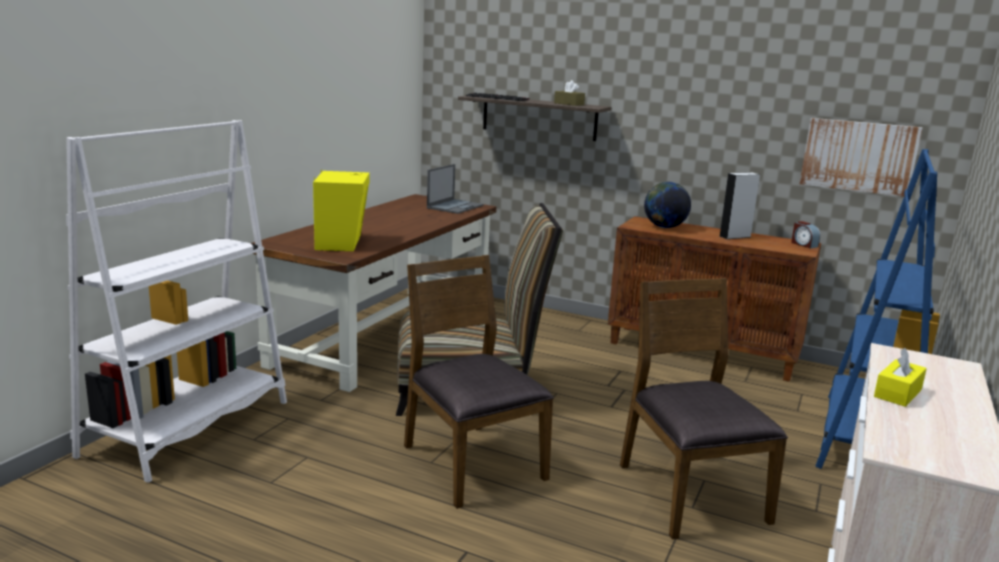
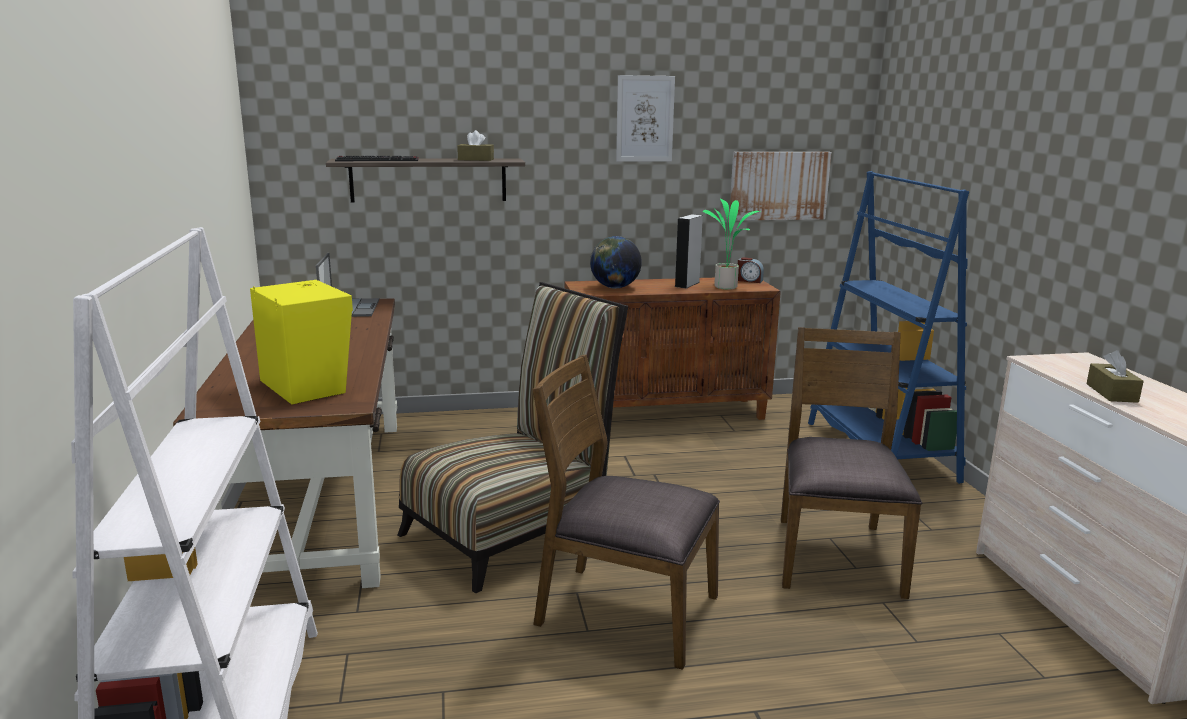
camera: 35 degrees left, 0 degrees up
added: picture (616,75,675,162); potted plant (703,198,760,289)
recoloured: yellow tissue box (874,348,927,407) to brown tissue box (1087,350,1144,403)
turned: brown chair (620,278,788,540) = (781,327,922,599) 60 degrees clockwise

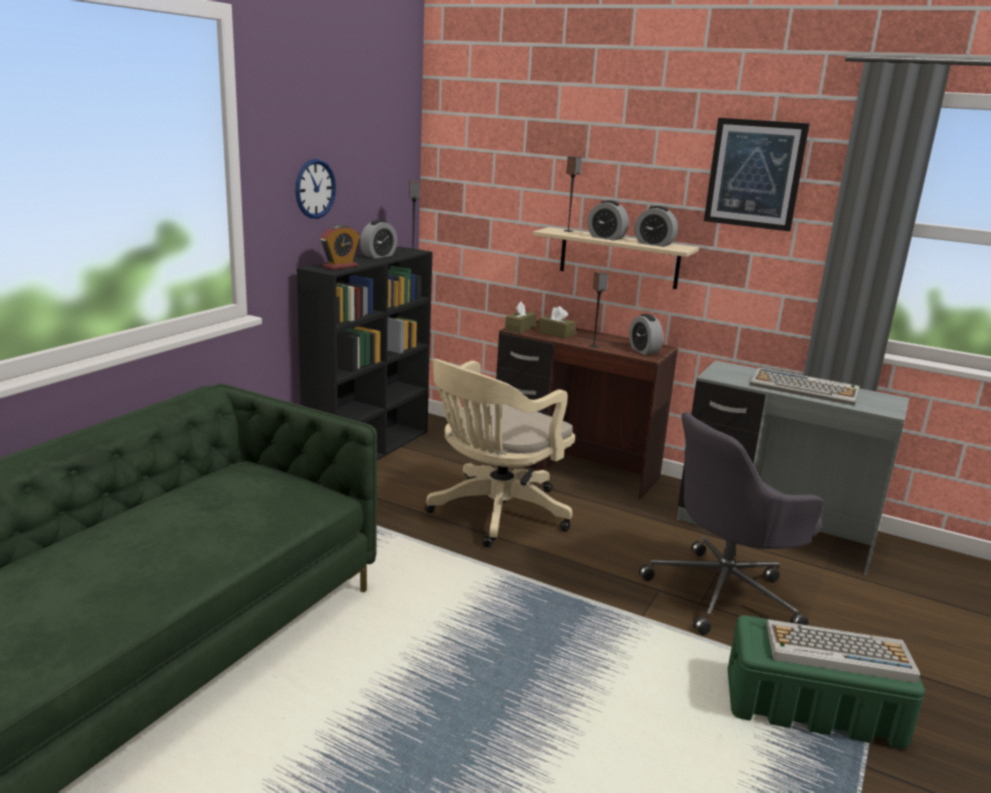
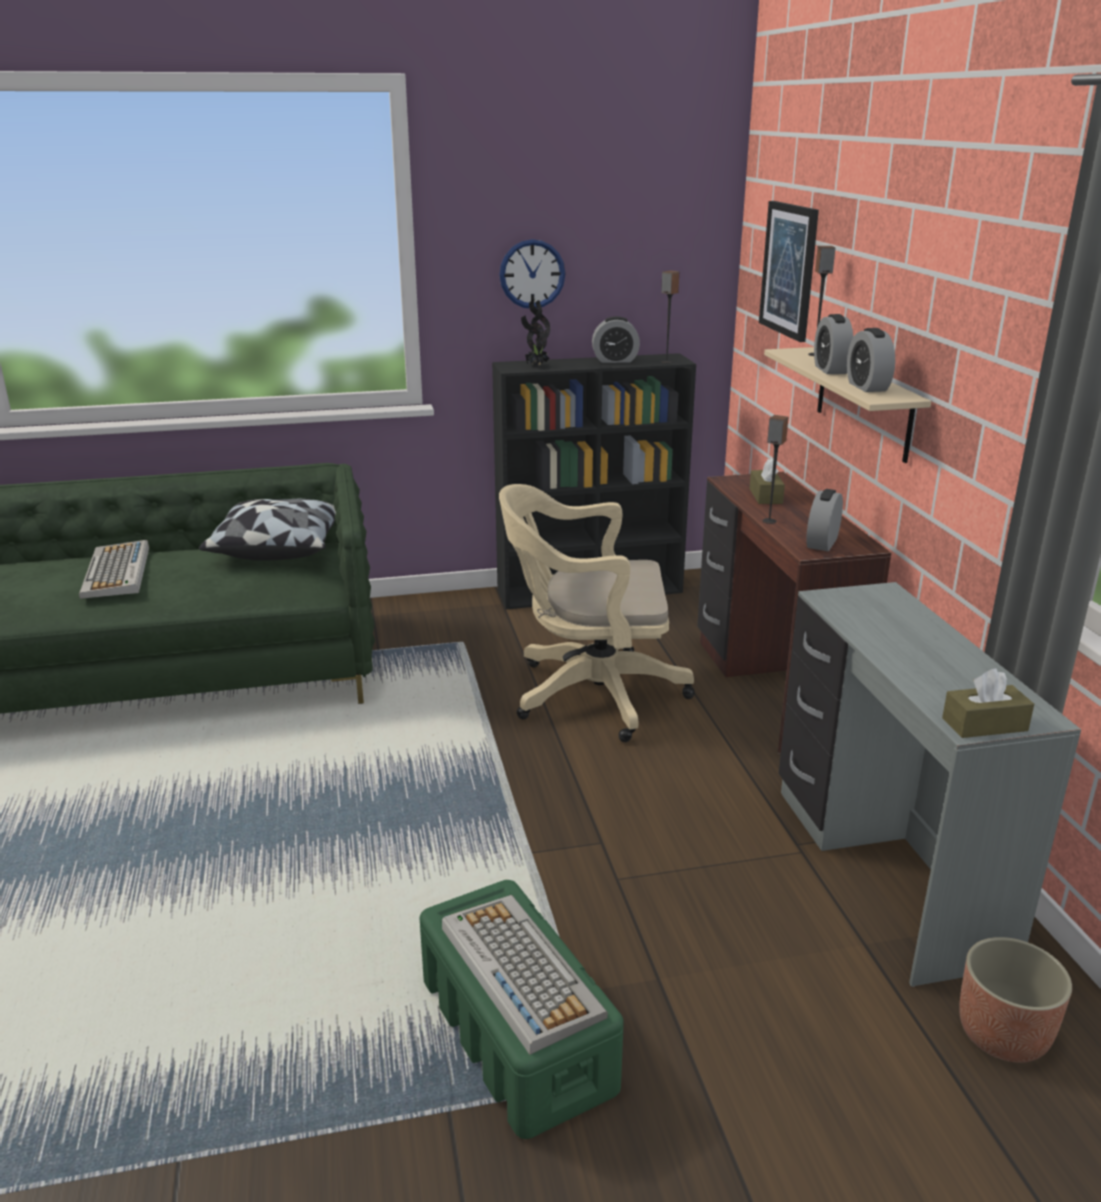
camera: 50 degrees right, 5 degrees up
removed: grey office chair (639,412,824,635)
added: pillow (199,499,336,561); planter (959,937,1072,1063)
moved: keyboard (750,367,860,406) to (79,540,149,599); picture (704,118,810,231) to (759,201,819,342); brown tissue box (505,301,536,333) to (942,668,1034,738)
replaced: alarm clock (320,224,360,270) to potted plant (521,299,550,366)

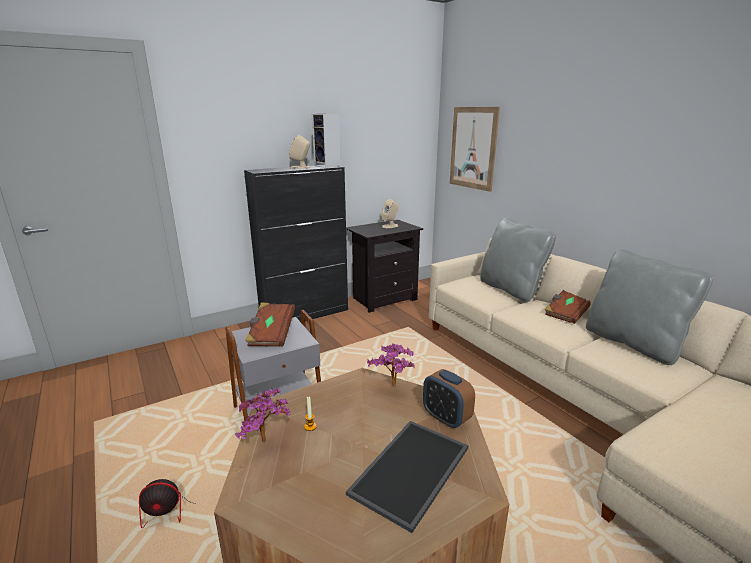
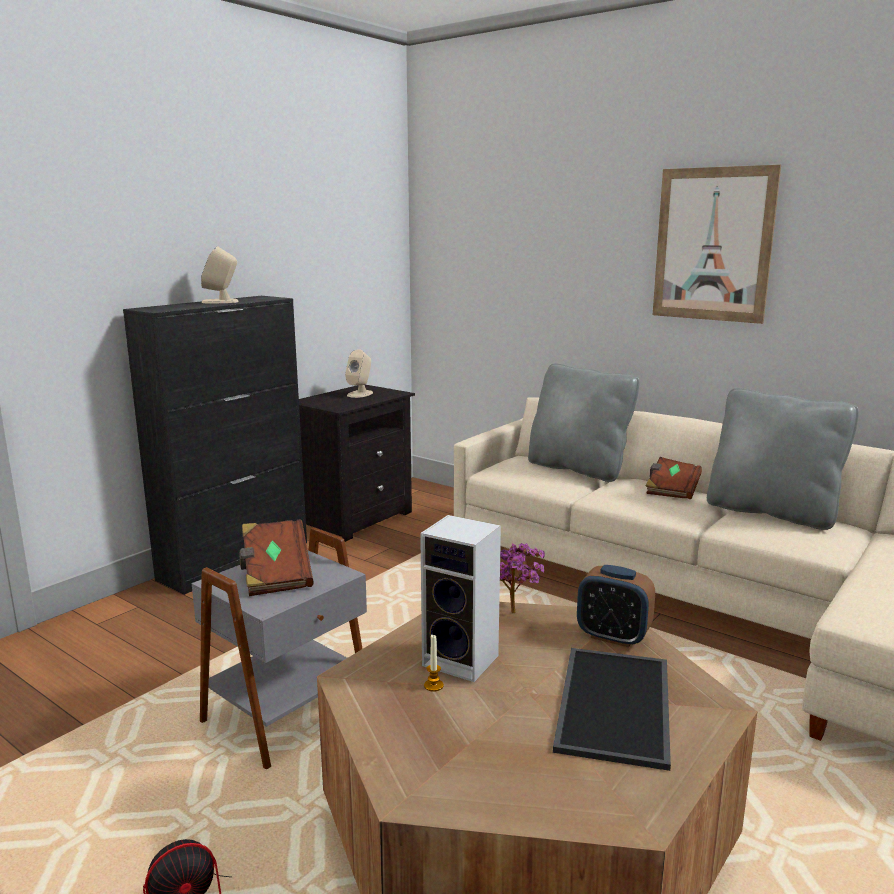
camera: 20 degrees left, 5 degrees down
removed: potted plant (235,388,290,443)
moved: speaker (312,114,341,168) to (420,515,501,682); picture (450,107,500,192) to (653,165,781,324)

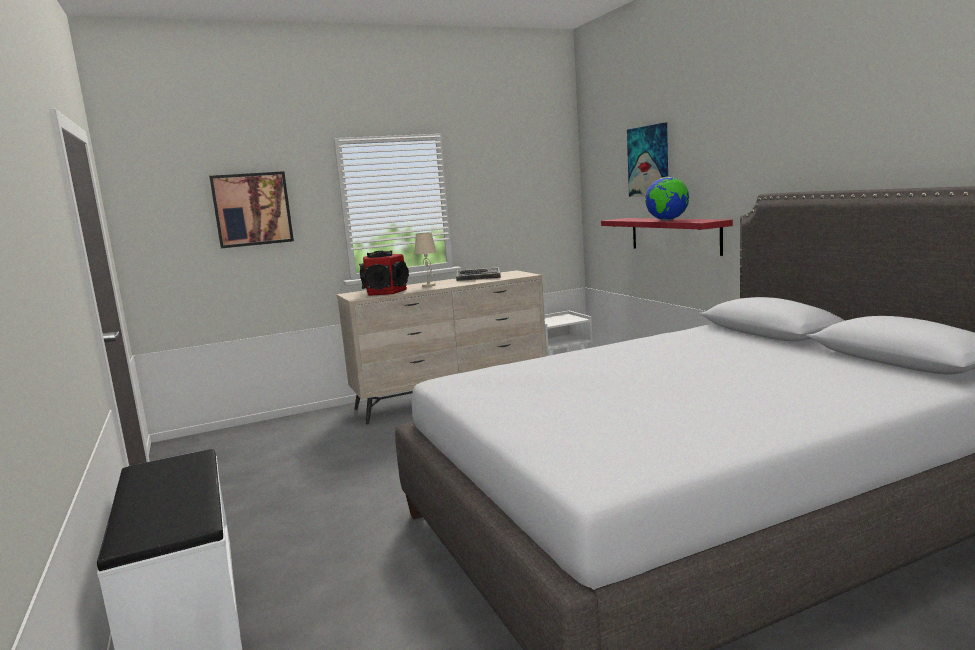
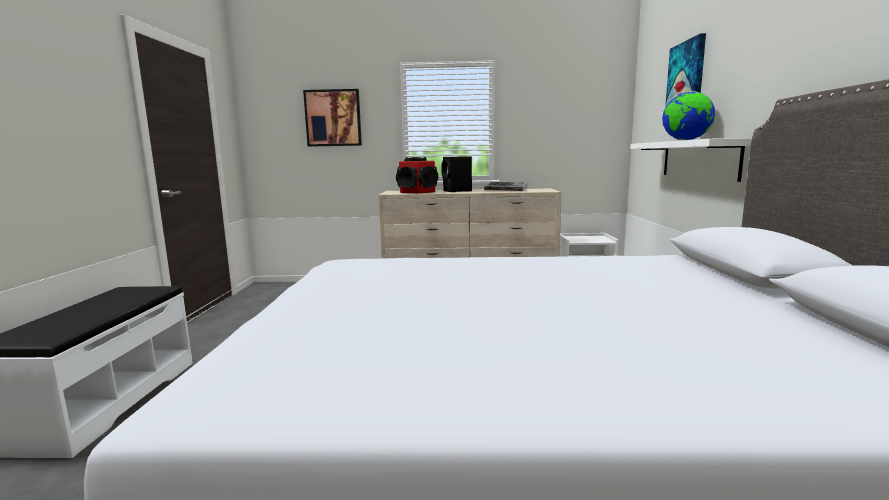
camera: 25 degrees right, 0 degrees up
replaced: beige table lamp (414,232,437,287) to black speaker (441,156,472,192)
recoloured: red shelf (601,218,733,256) to white shelf (630,138,752,182)

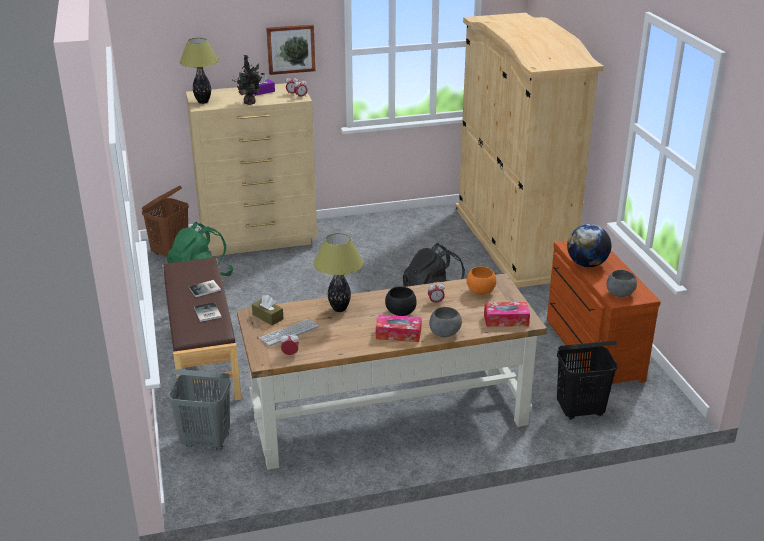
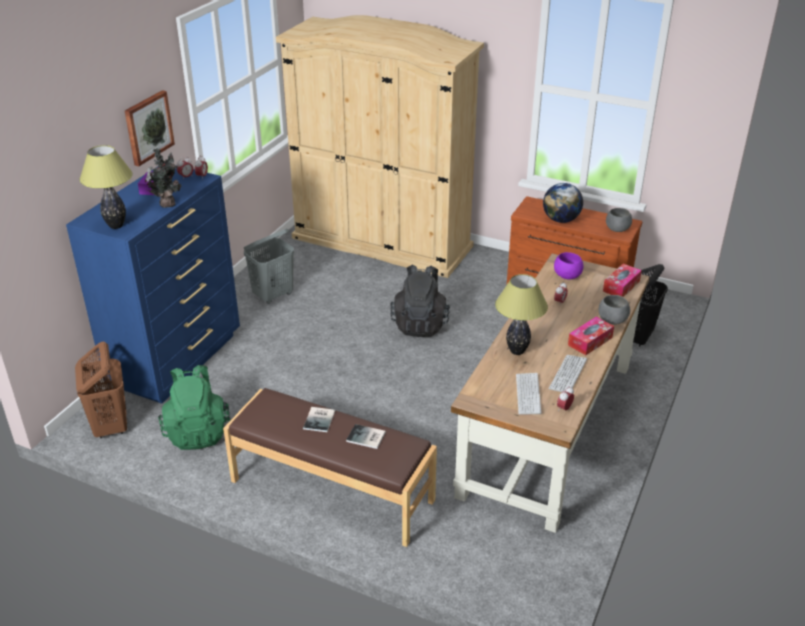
camera: 50 degrees left, 5 degrees up
removed: brown tissue box (252,295,284,325); black bowl (385,287,417,316)
added: keyboard (549,355,587,392)
moved: grey laundry basket (168,369,231,450) to (244,229,294,304)
recoloured: beige dresser (186,82,317,256) to blue dresser (66,165,240,404); orange bowl (467,266,496,295) to purple bowl (554,252,584,280)

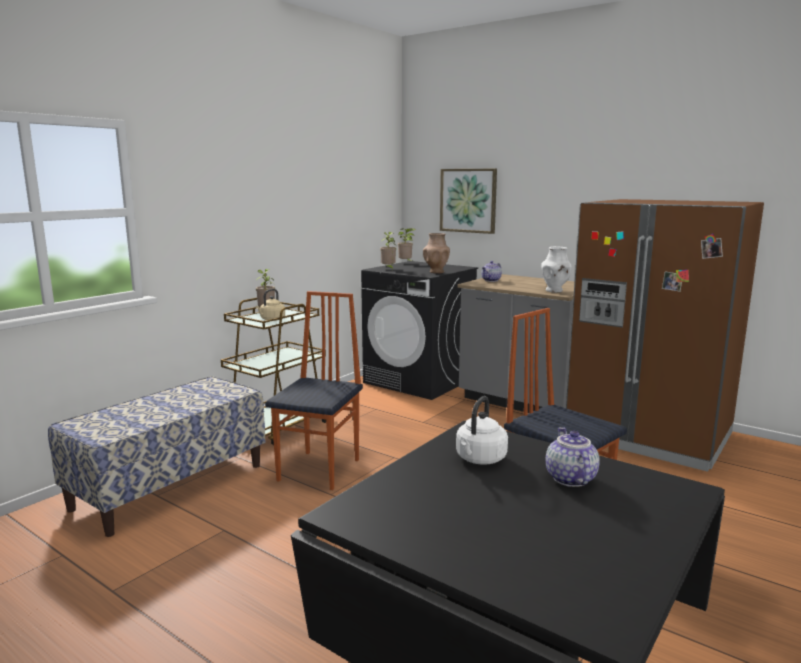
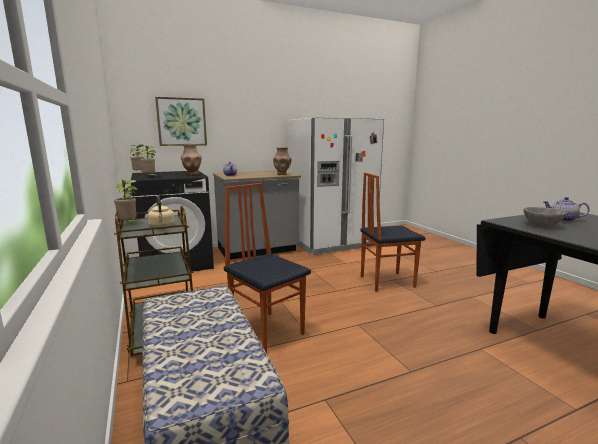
camera: 60 degrees left, 0 degrees up
replaced: white kettle (456,396,508,464) to grey bowl (524,207,566,226)
recoloured: white vase (541,246,572,292) to brown vase (273,147,291,175); brown fridge (566,199,764,472) to white fridge (287,118,384,255)

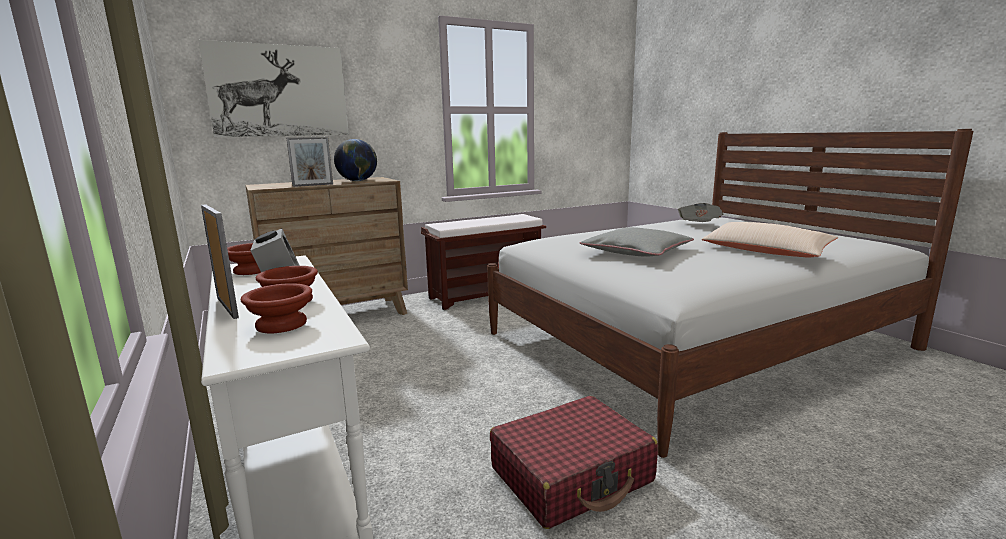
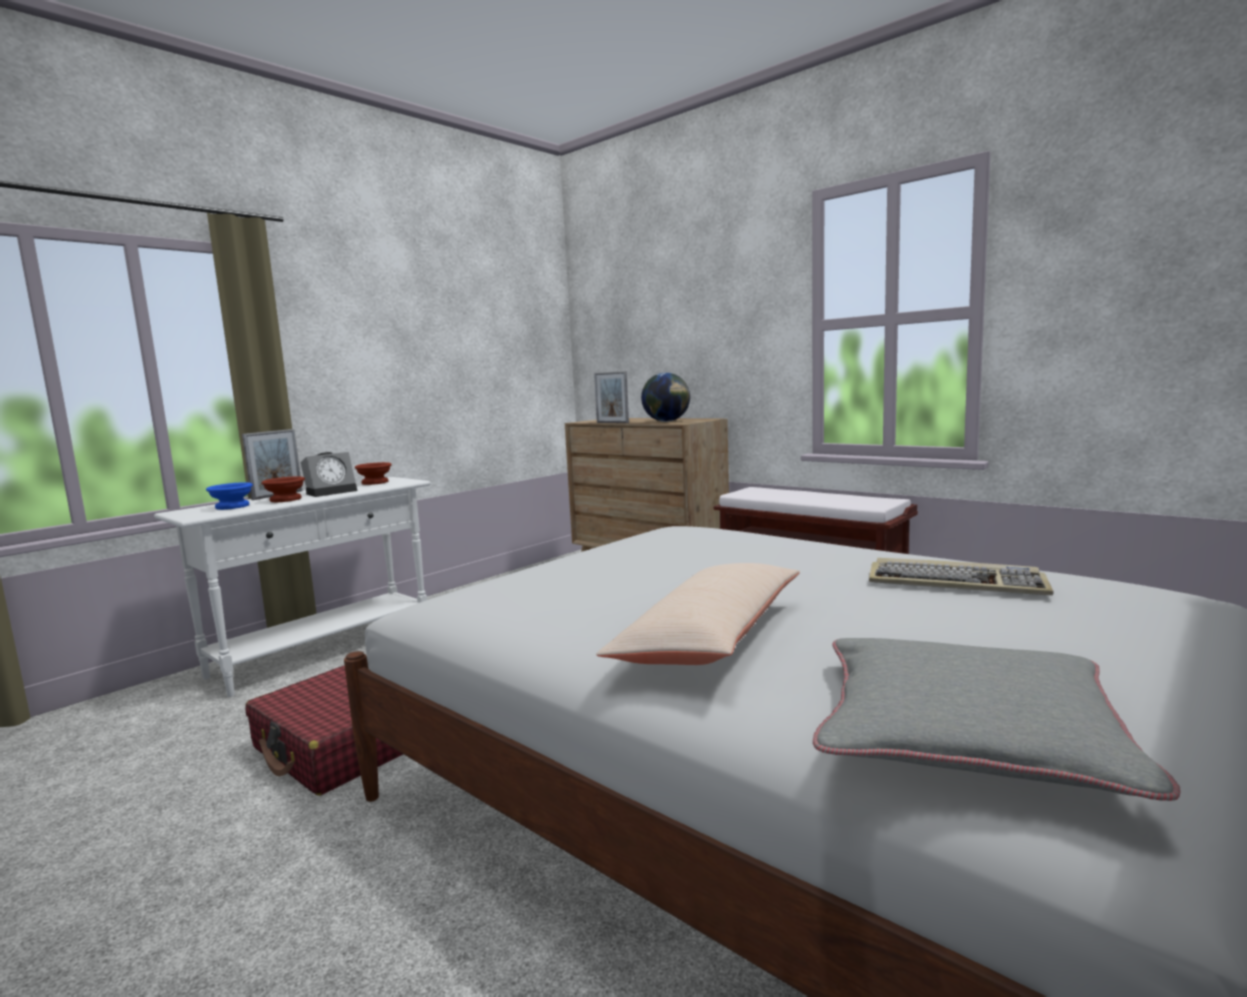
camera: 70 degrees right, 5 degrees down
removed: picture (198,40,349,137)
moved: grey pillow (579,227,694,257) to (813,638,1181,801)
replaced: newspaper (677,203,723,222) to keyboard (869,558,1054,595)
recoloured: brown bowl (241,283,312,333) to blue bowl (206,482,253,510)

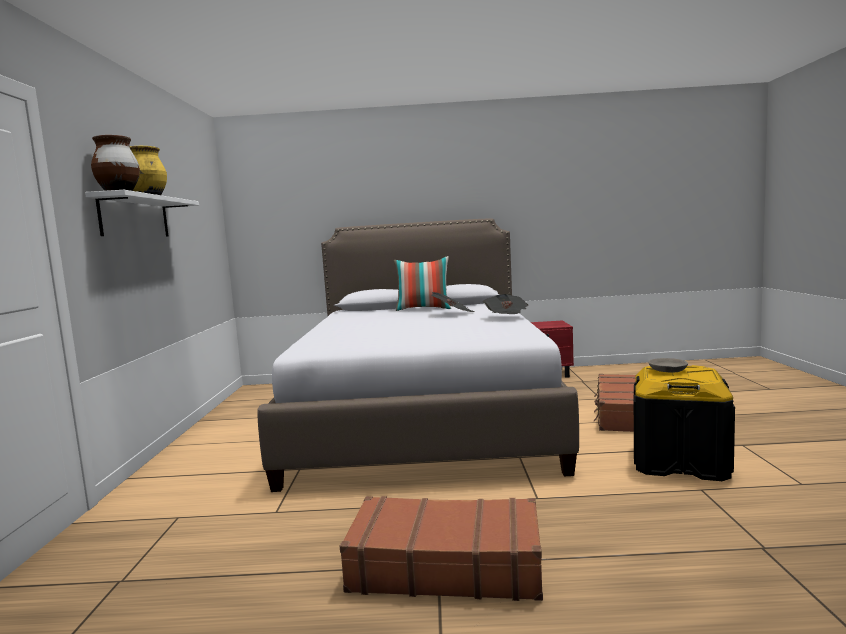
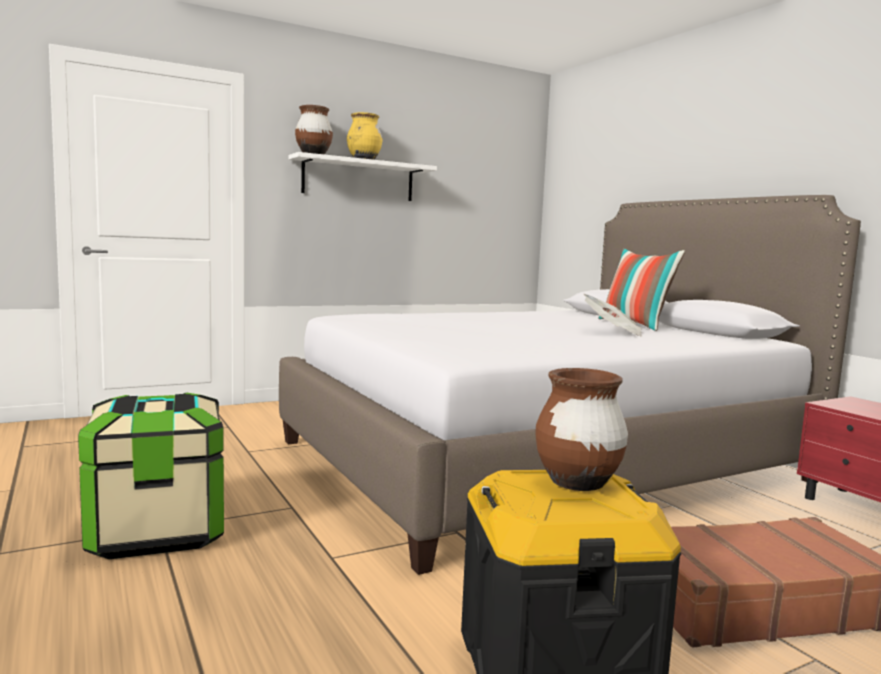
camera: 60 degrees right, 0 degrees up
removed: newspaper (483,294,528,314)
replaced: brown suitcase (340,496,543,601) to storage box (78,393,224,559); grey bowl (648,358,688,373) to brown vase (535,368,628,491)

